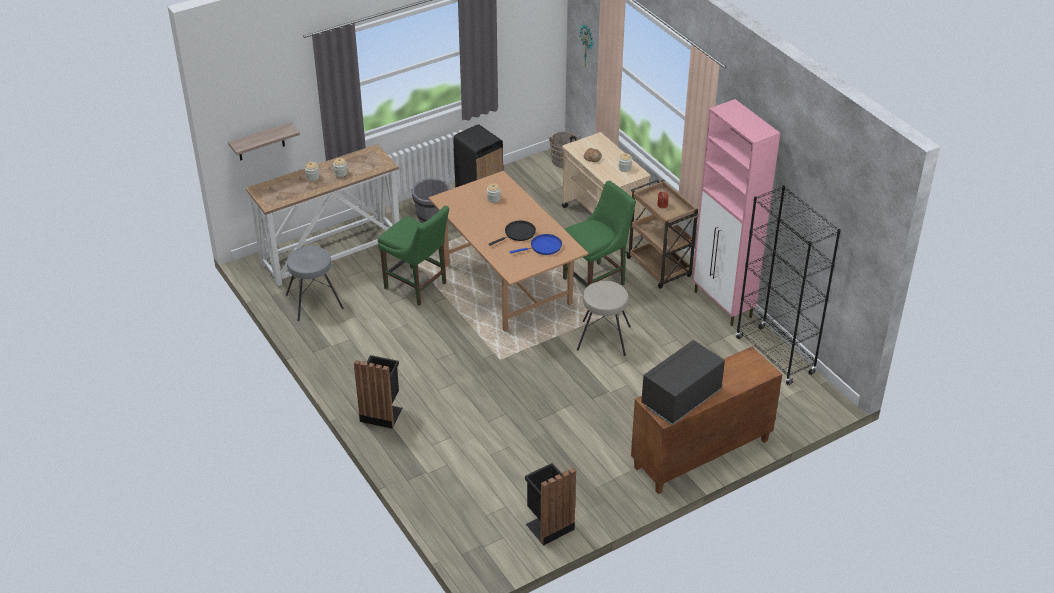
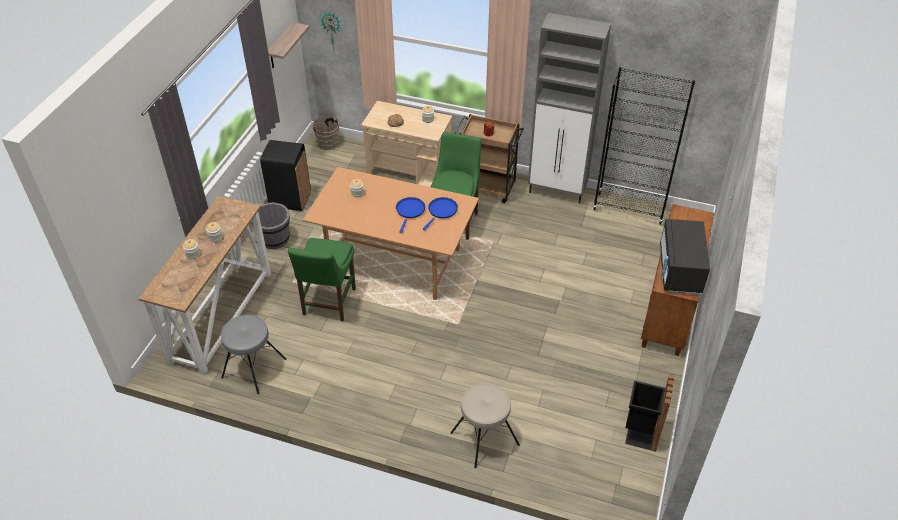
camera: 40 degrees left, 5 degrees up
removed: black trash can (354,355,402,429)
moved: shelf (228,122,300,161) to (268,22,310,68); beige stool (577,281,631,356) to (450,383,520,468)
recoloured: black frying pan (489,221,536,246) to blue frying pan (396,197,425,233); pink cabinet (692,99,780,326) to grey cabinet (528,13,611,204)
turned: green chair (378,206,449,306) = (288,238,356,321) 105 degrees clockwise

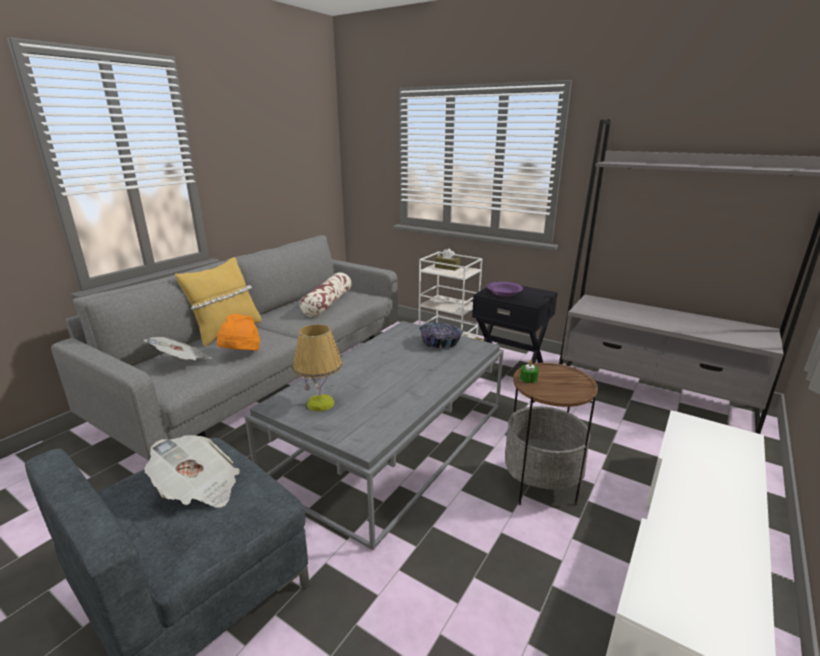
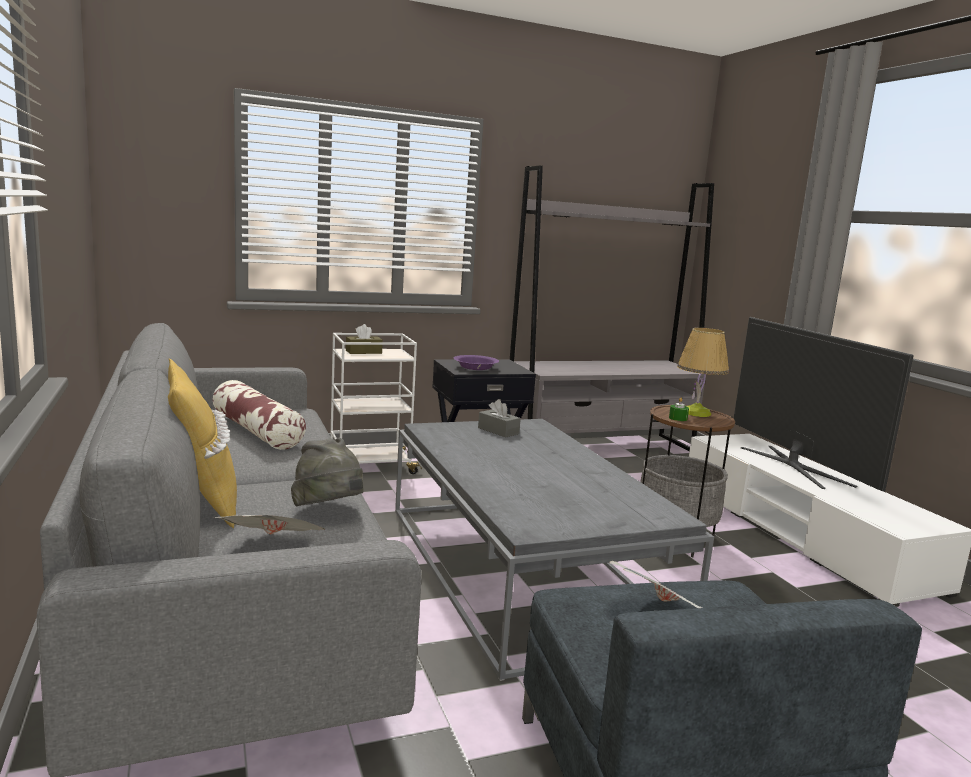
camera: 55 degrees left, 10 degrees down
added: television (733,317,914,492)
moved: table lamp (293,324,343,411) to (677,328,729,417)
replaced: bowl (419,322,463,349) to grey tissue box (478,399,521,438)
recoloured: orange hat (217,314,260,351) to grey hat (291,438,364,506)

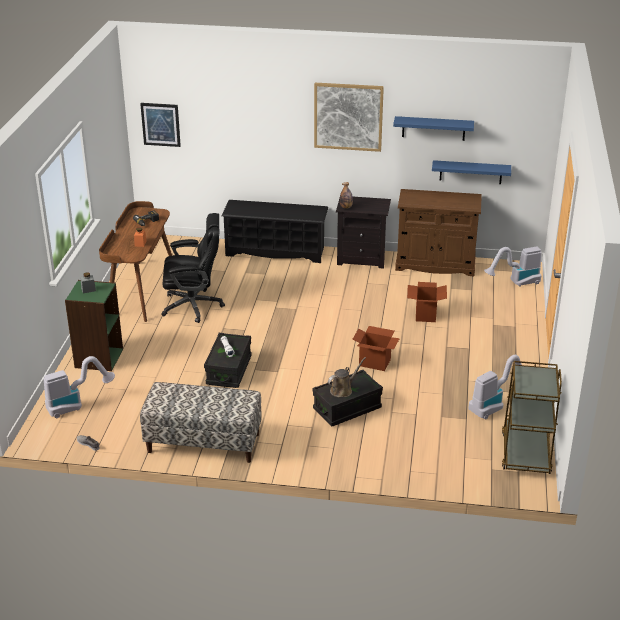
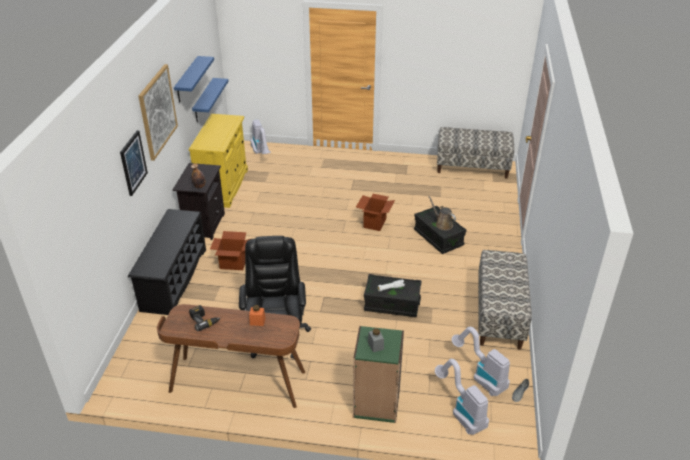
camera: 90 degrees left, 5 degrees up
moved: picture (140,103,181,147) to (120,130,148,196); cardboard box (407,282,447,322) to (210,231,250,270); vacuum cleaner (468,355,522,419) to (452,327,510,396)
replaced: brown cart (502,361,562,474) to bench (437,127,514,179)
recoloured: brown cabinet (395,189,482,276) to yellow cabinet (189,114,248,208)

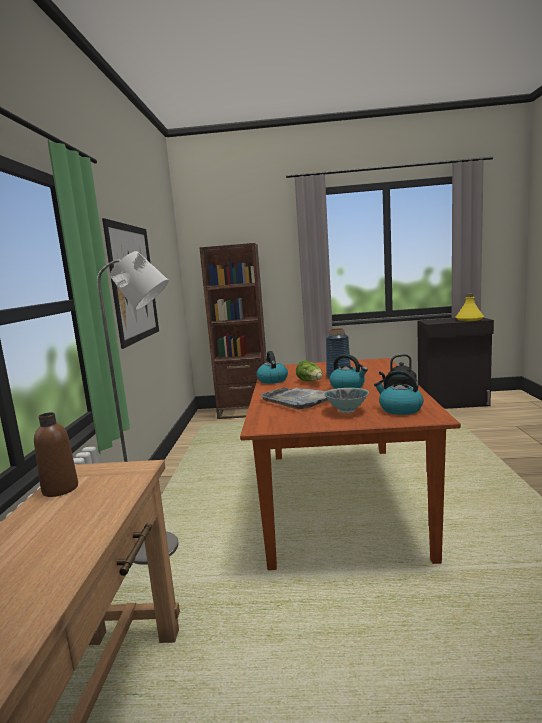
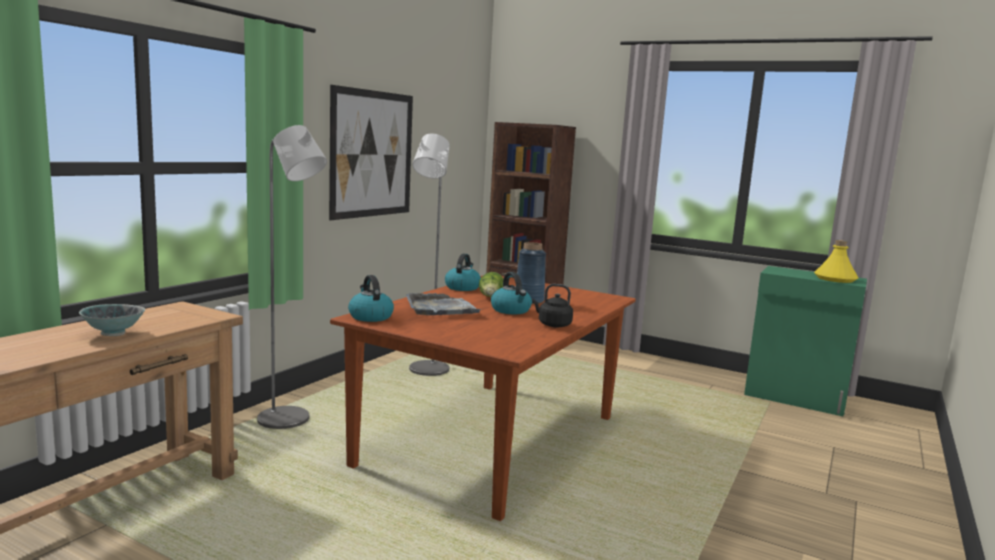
camera: 25 degrees right, 0 degrees up
removed: brown bottle (34,412,78,497)
added: grey floor lamp (409,133,450,376)
moved: bowl (324,388,369,413) to (79,304,145,336); kettle (374,370,423,415) to (348,275,394,322)
recoloured: black cabinet (417,317,494,409) to green cabinet (744,266,867,416)

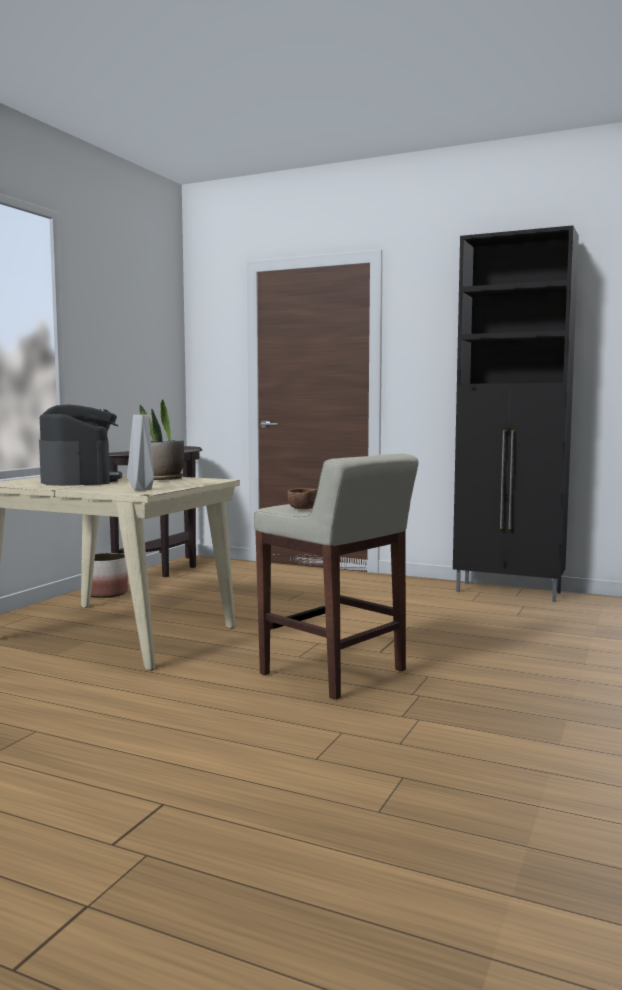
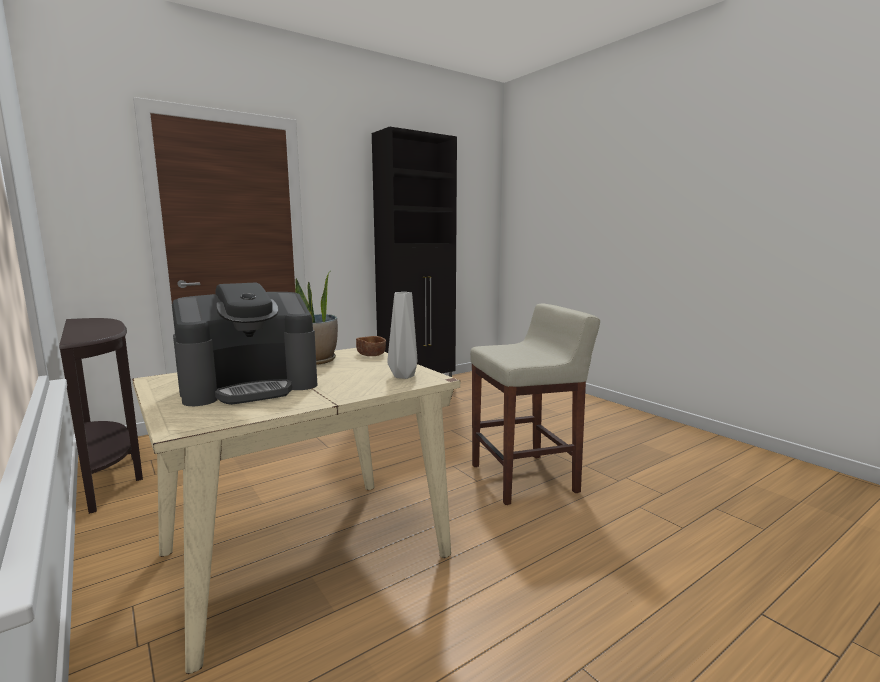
camera: 60 degrees left, 5 degrees up
removed: planter (91,553,128,598)
moved: brown bowl (288,488,318,509) to (356,336,386,356)
turned: coffee machine (39,404,122,486) = (172,283,317,406) 135 degrees clockwise

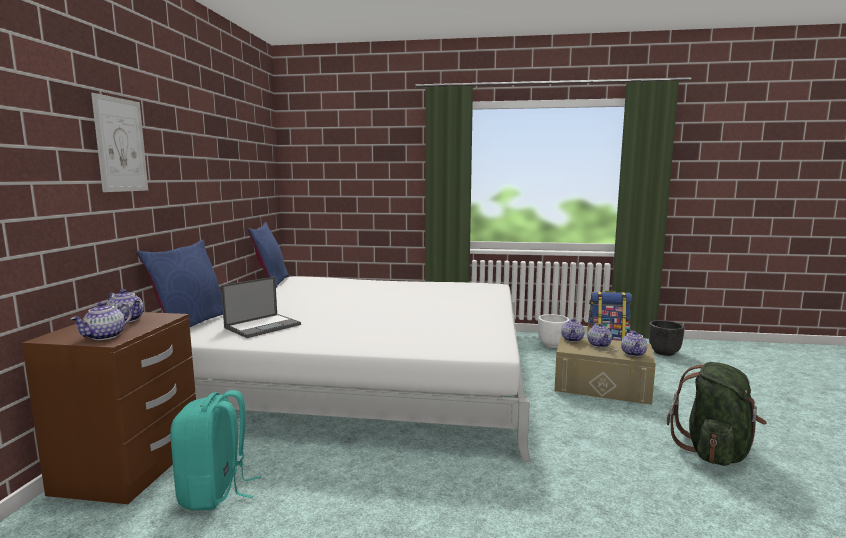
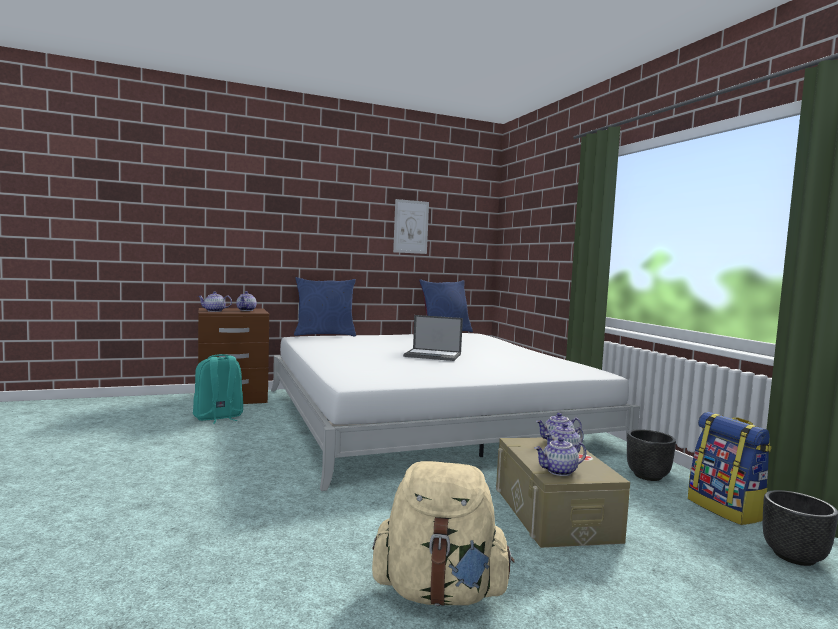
camera: 60 degrees right, 5 degrees down
moved: picture (91,93,148,192) to (393,199,429,254); laptop (221,277,301,338) to (403,315,463,361)
recoloured: green backpack (667,362,767,466) to beige backpack (372,461,515,606); white planter (538,314,570,348) to black planter (627,429,676,481)

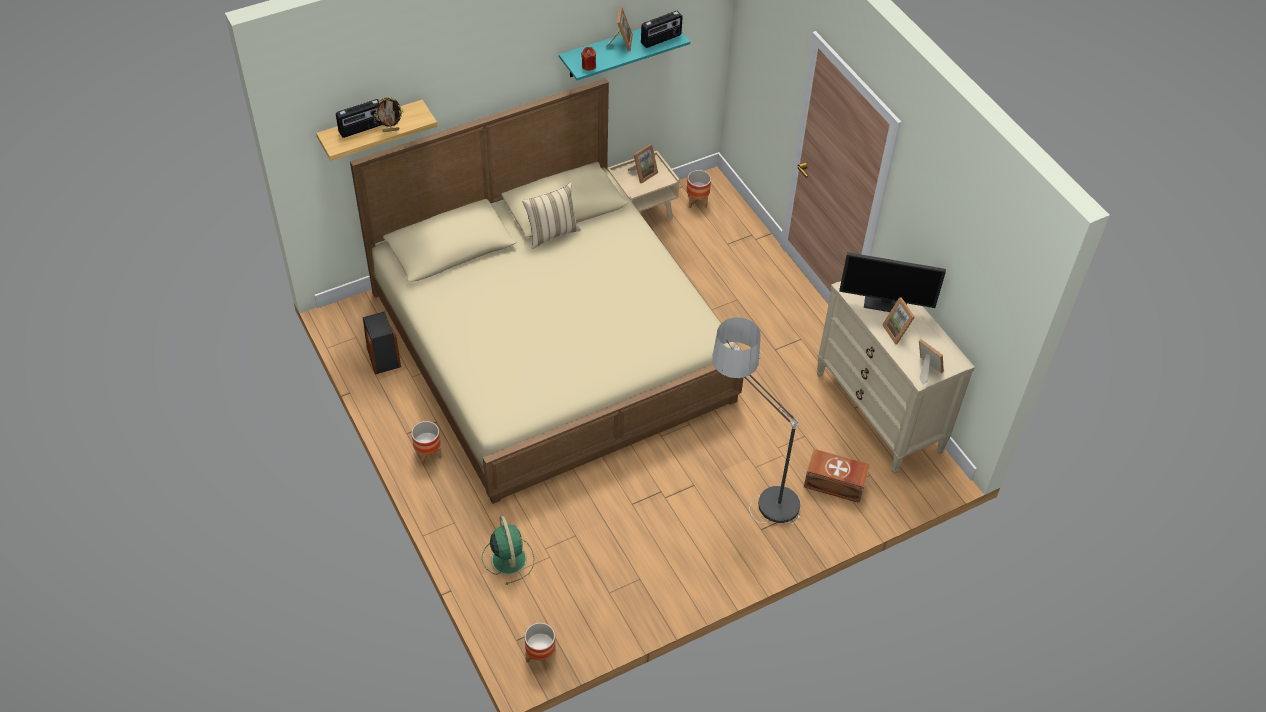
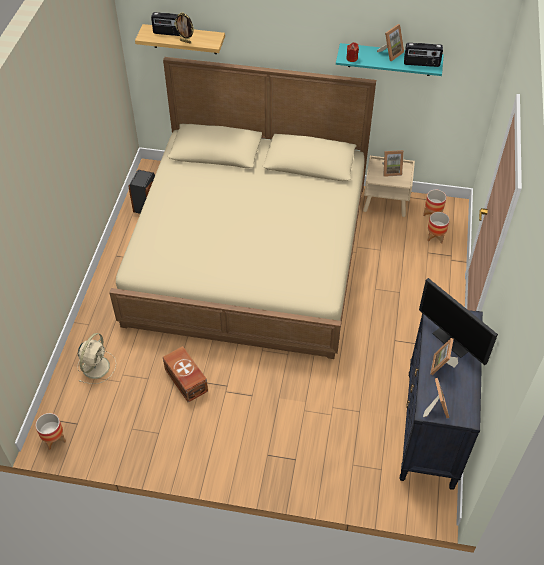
camera: 40 degrees right, 0 degrees up
removed: beige pillow (522,182,581,249); floor lamp (712,317,801,524)
moved: brown storage box (804,449,870,503) to (163,346,208,402); planter (411,421,442,465) to (427,212,450,244)
recoloured: green fan (482,516,534,585) to beige fan (77,333,116,384); beige dresser (816,281,975,474) to black dresser (400,310,483,490)

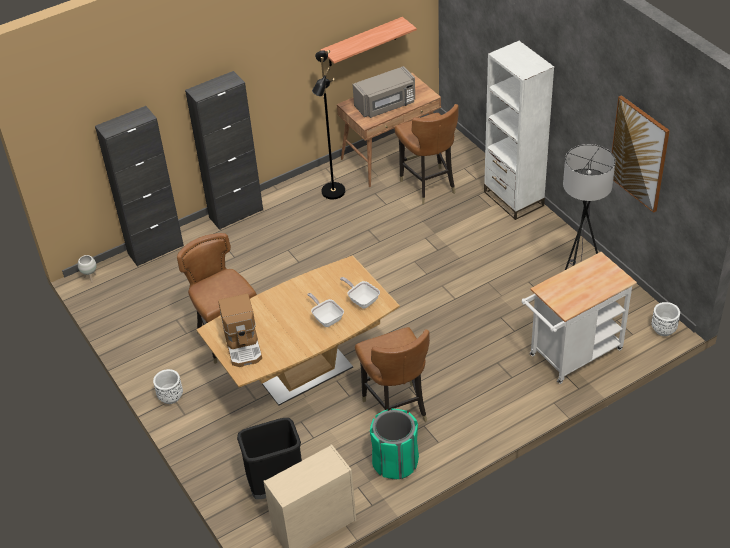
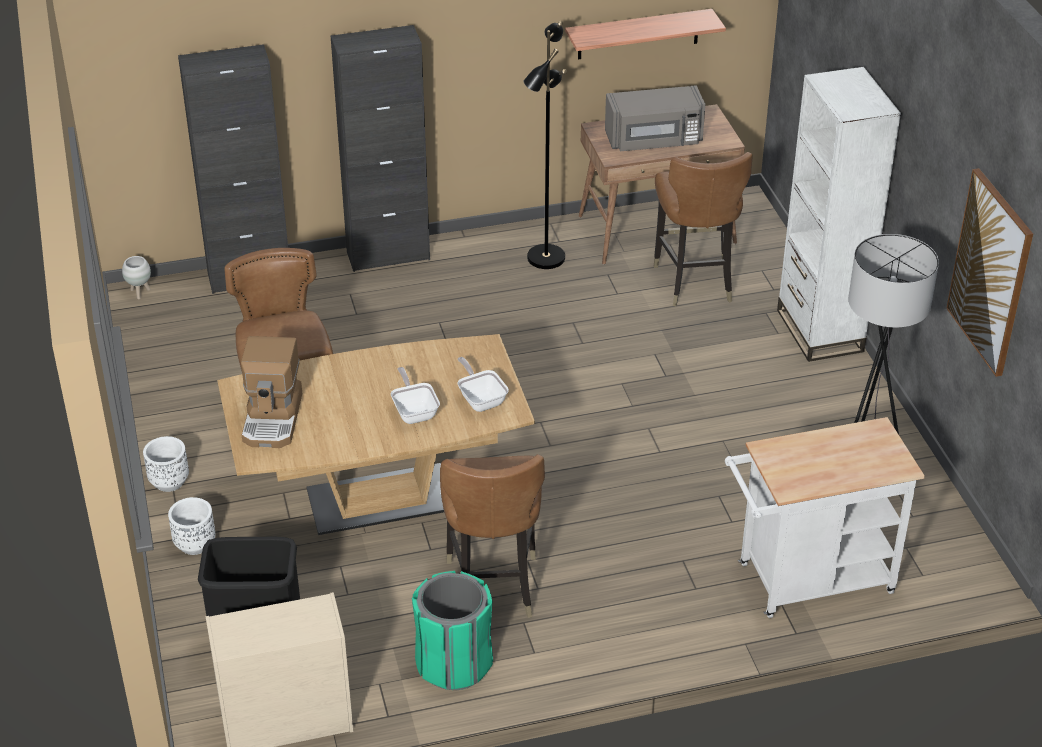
camera: 15 degrees right, 5 degrees down
moved: white planter (651,302,680,336) to (168,497,216,555)

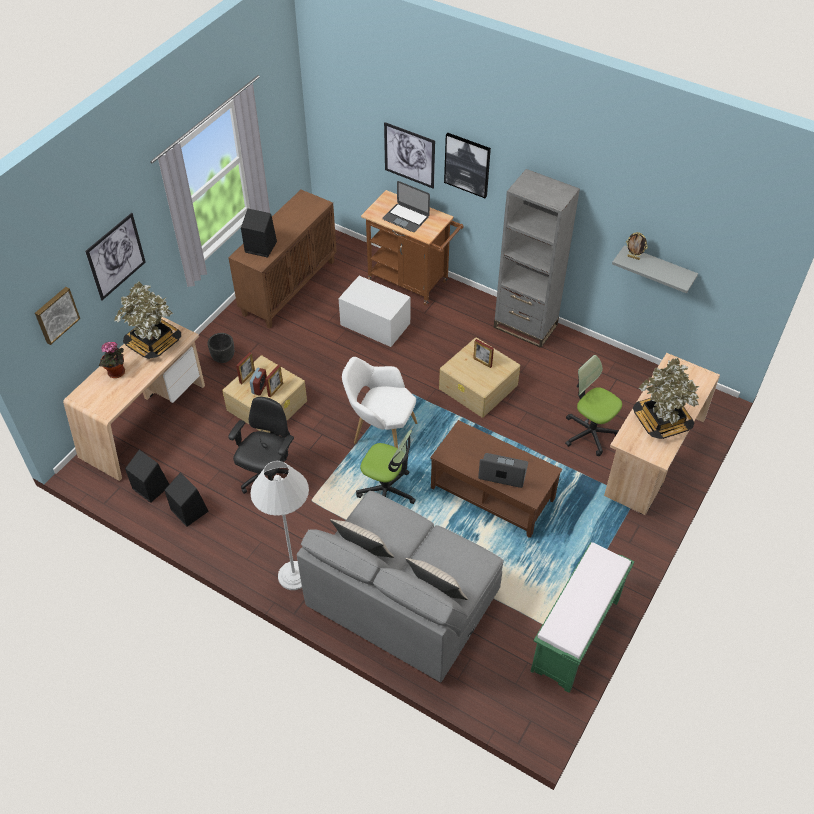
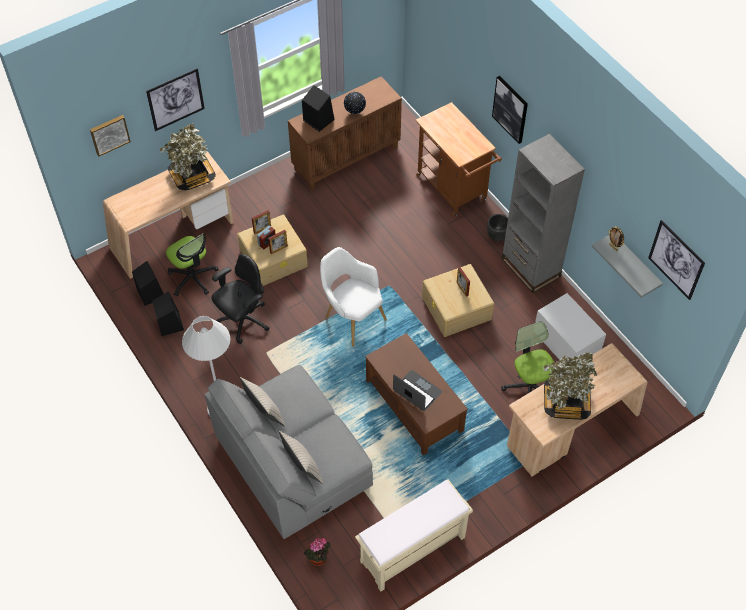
camera: 25 degrees right, 5 degrees up
removed: laptop (382,181,430,232)
added: globe (344,92,366,114)
moved: office chair (356,430,416,504) to (166,233,219,296); potted plant (98,342,125,378) to (303,538,331,566); black planter (208,333,234,363) to (487,214,508,241); white storage box (339,276,410,347) to (535,293,606,360); picture (384,122,435,189) to (648,220,705,300)
recoloured: green bench (531,542,635,693) to beige bench (355,479,473,592)

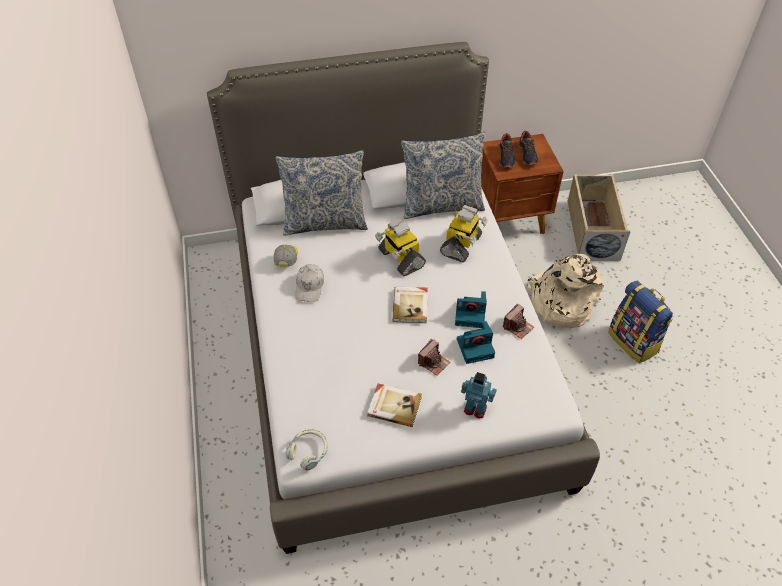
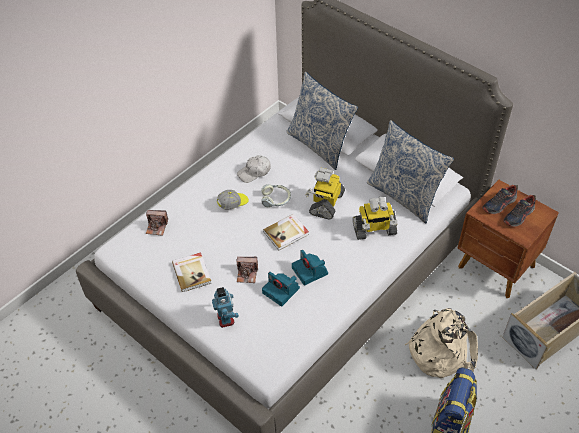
camera: 55 degrees right, 0 degrees up
moved: photo camera (503,304,534,339) to (146,210,168,236); cap (274,245,298,267) to (217,190,249,209); headphones (285,429,328,471) to (261,184,291,207)

